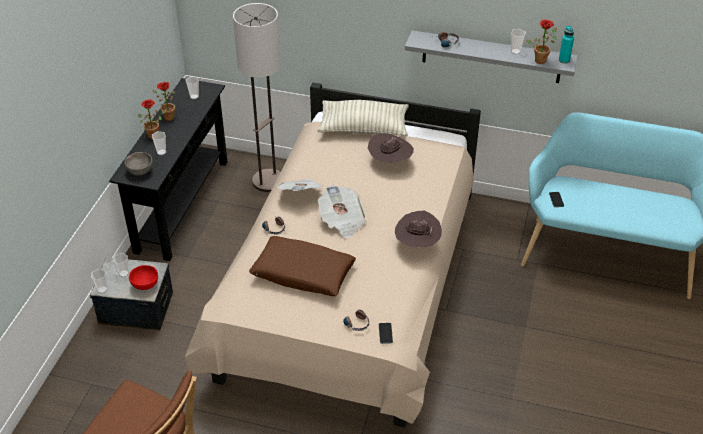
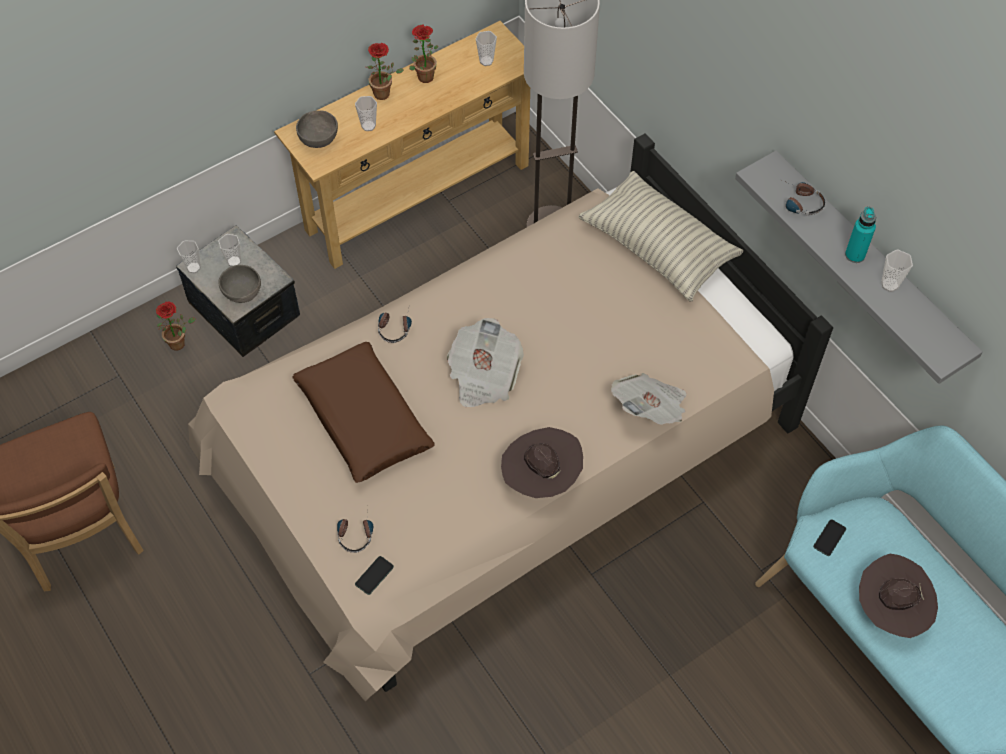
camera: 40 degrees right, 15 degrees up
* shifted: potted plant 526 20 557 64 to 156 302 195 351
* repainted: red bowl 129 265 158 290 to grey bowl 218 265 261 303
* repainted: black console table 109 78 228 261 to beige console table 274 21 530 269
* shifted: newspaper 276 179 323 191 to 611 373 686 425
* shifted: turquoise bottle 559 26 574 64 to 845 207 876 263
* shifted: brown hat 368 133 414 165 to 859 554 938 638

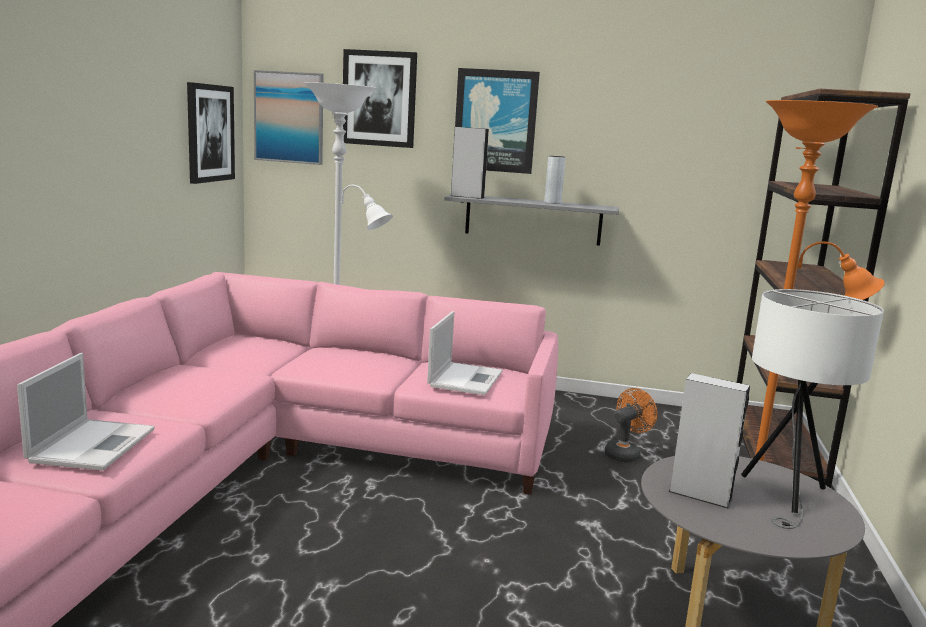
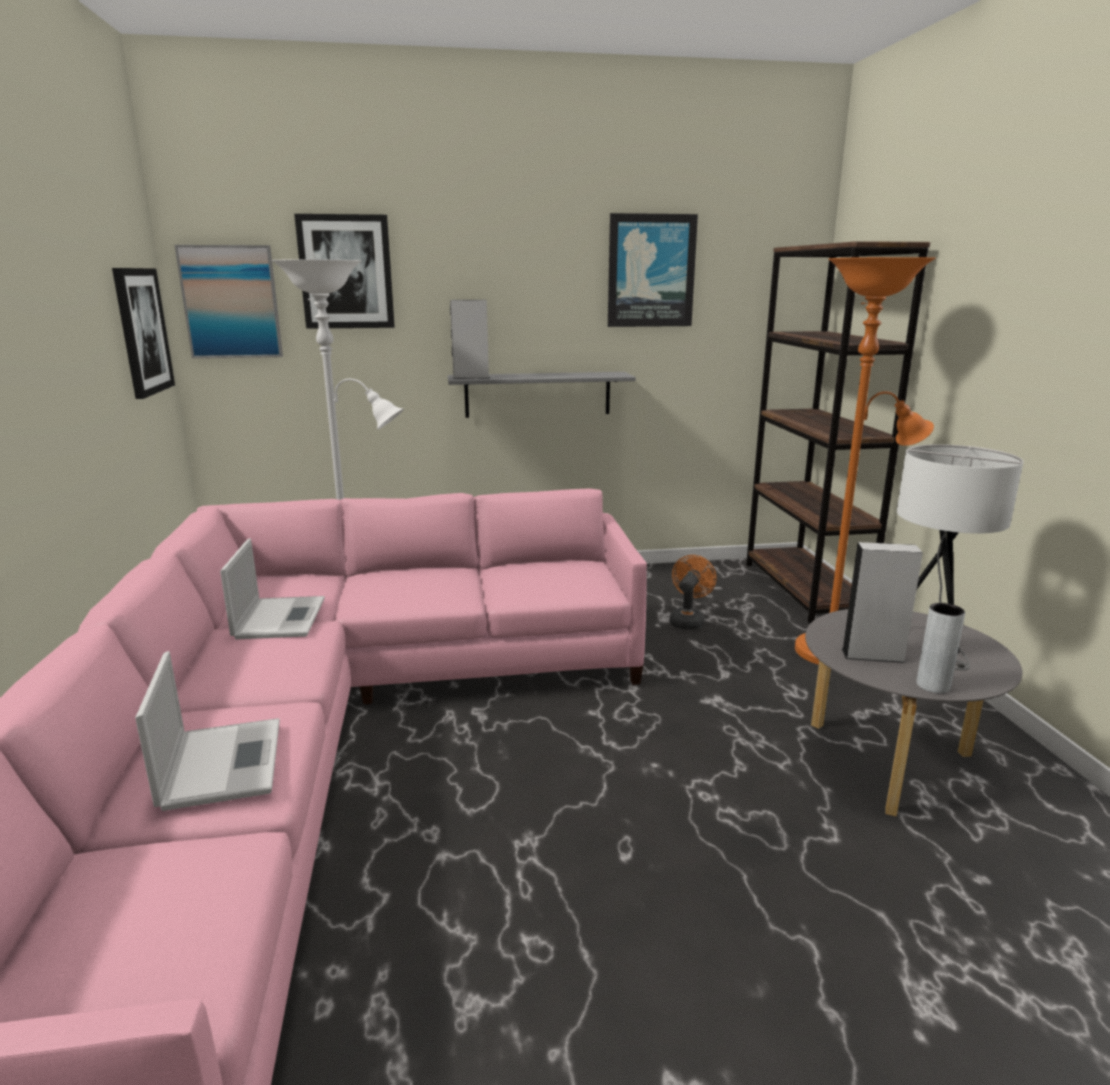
camera: 20 degrees left, 5 degrees up
* shifted: laptop 427 311 503 395 to 220 538 325 639
* shifted: picture 455 68 540 174 to 608 213 698 327
* shifted: grey vase 544 156 566 204 to 916 603 965 693

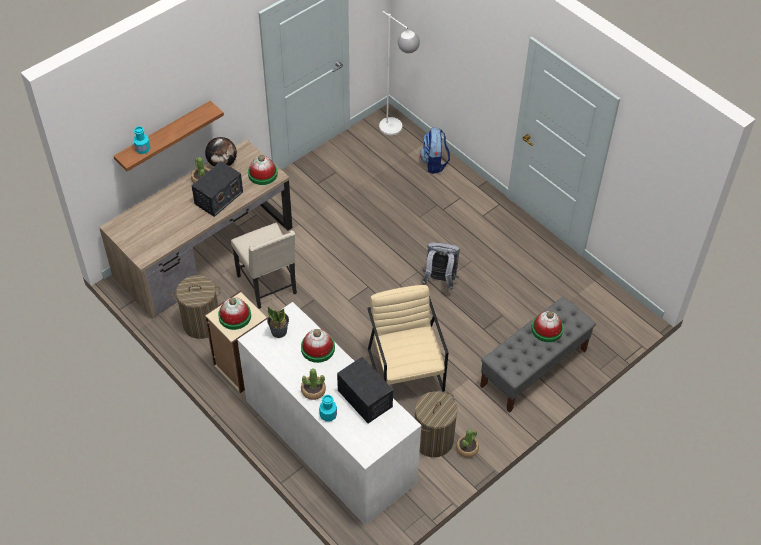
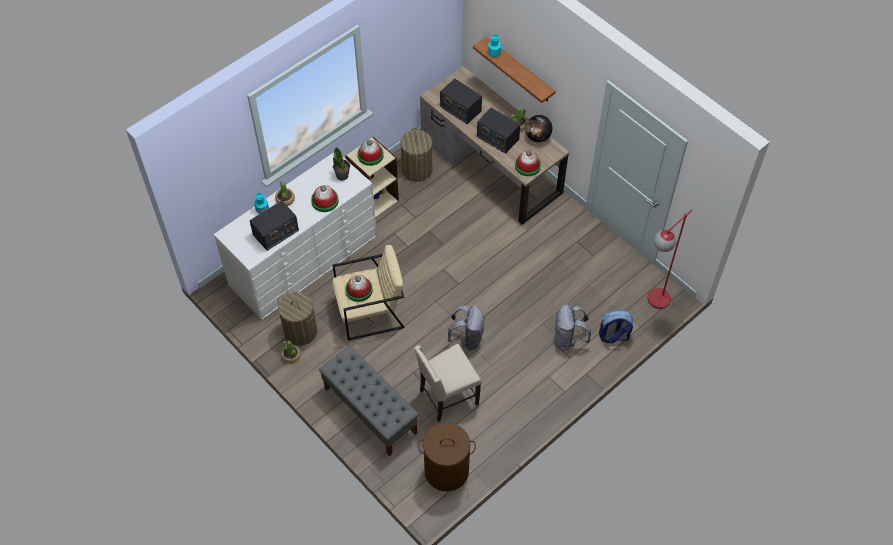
camera: 90 degrees right, 5 degrees up
* shifted: hat 531 311 564 342 to 345 275 373 302
* shifted: beige chair 231 223 297 309 to 414 344 481 422
* new: brown laundry basket 417 423 476 492
* new: radio 440 79 482 124
* new: grey backpack 554 304 591 350
* repainted: white floor lamp 379 11 420 135 to red floor lamp 647 210 692 309

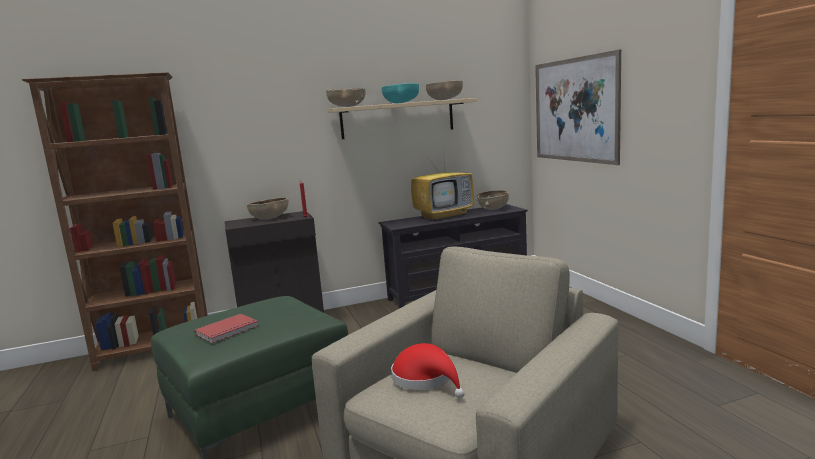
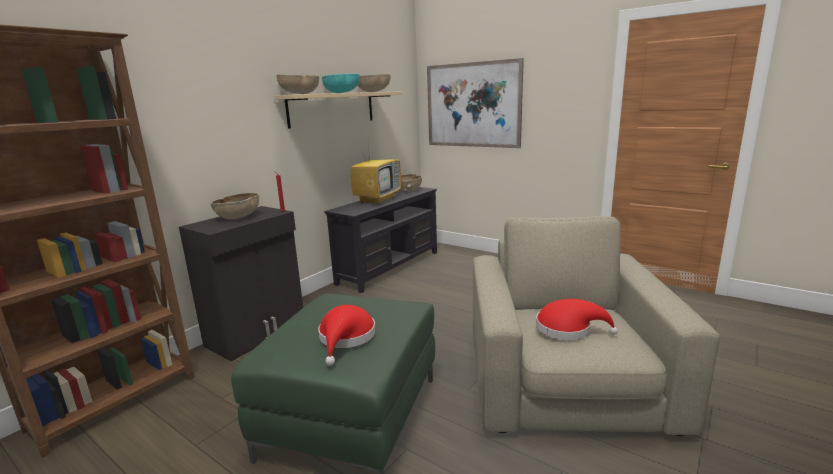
camera: 35 degrees left, 5 degrees up
* swapped: red book 195 314 259 343 to red hat 318 305 376 365

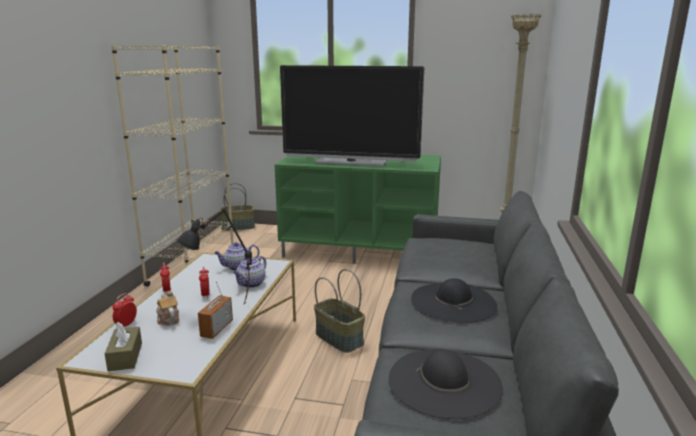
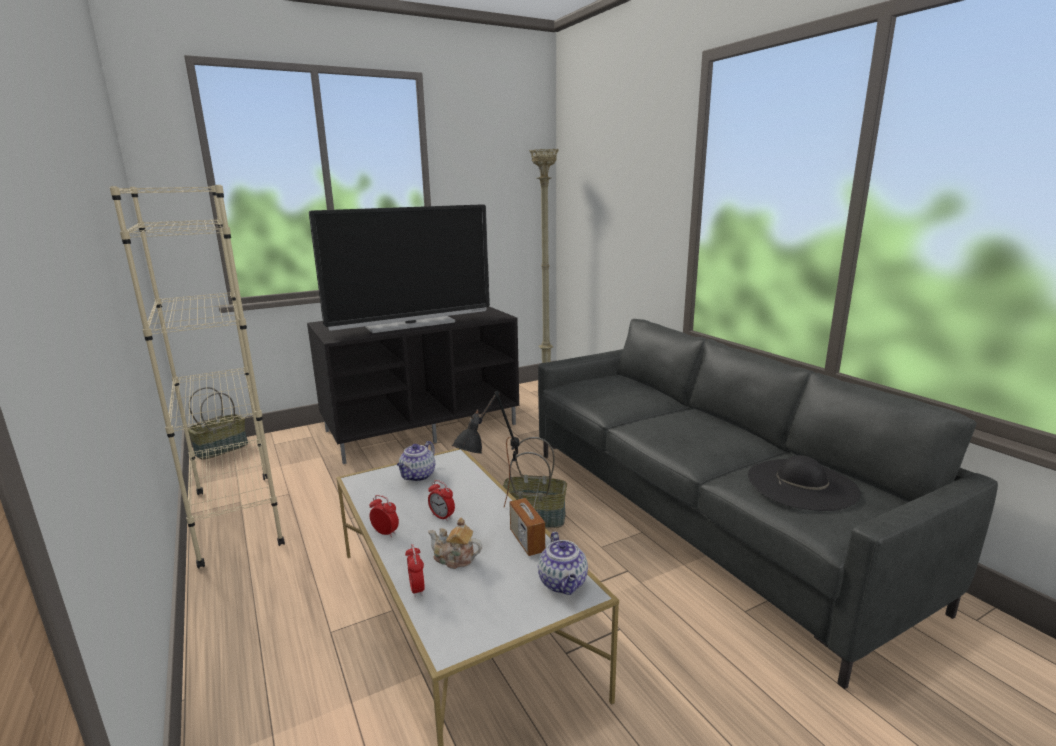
camera: 40 degrees left, 0 degrees up
* repainted: green tv stand 275 155 441 263 to black tv stand 307 306 519 464
* shifted: teapot 233 256 266 288 to 538 532 588 595
* gone: brown tissue box 105 322 142 371
* gone: black hat 411 278 497 323

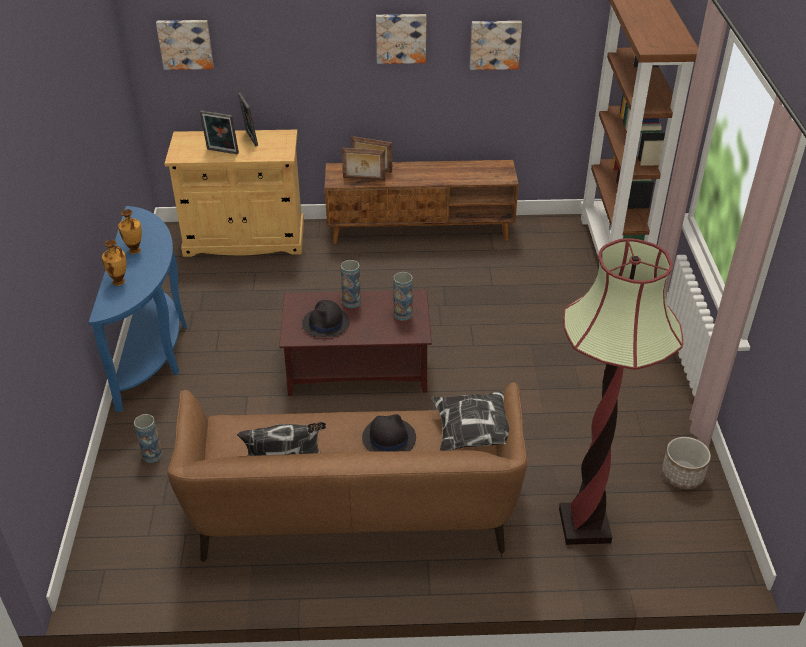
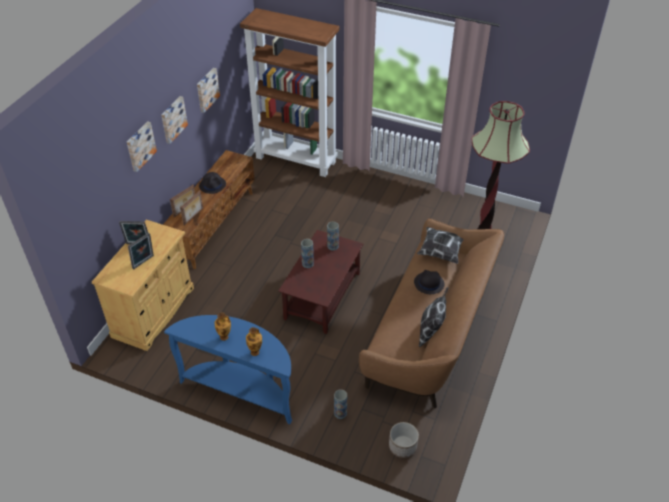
camera: 65 degrees left, 5 degrees up
* shifted: picture 156 20 214 70 to 127 121 157 172
* shifted: black hat 302 300 350 337 to 199 172 226 194
* shifted: planter 662 437 711 489 to 389 422 419 458

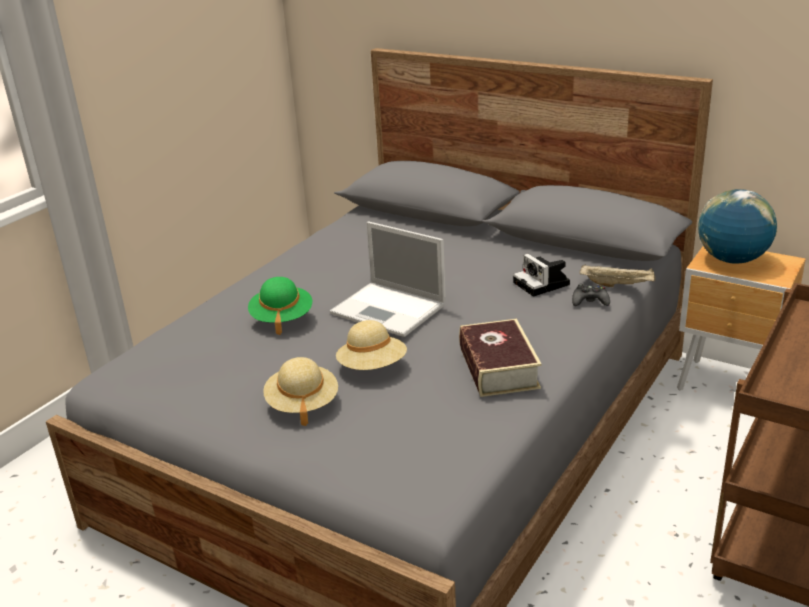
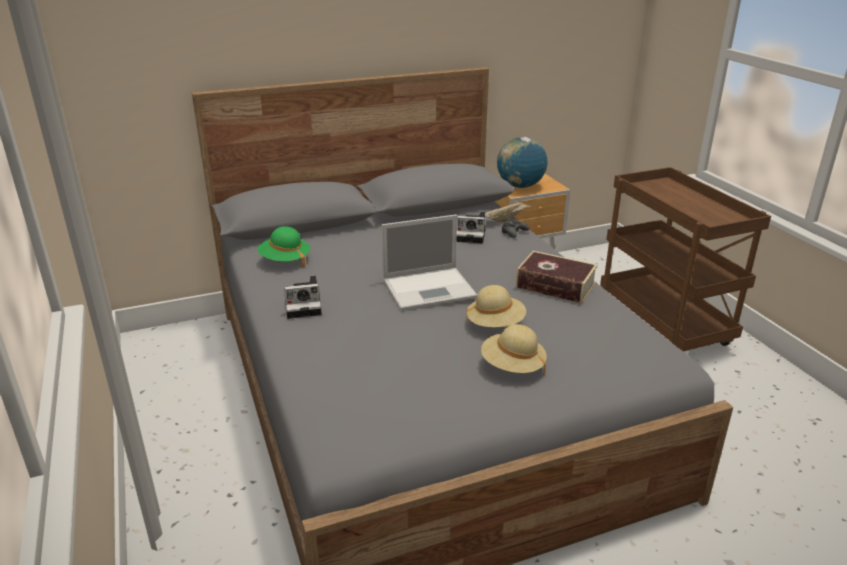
camera: 55 degrees left, 0 degrees up
* shifted: green hat 248 277 312 335 to 258 226 310 267
* new: photo camera 284 276 322 319

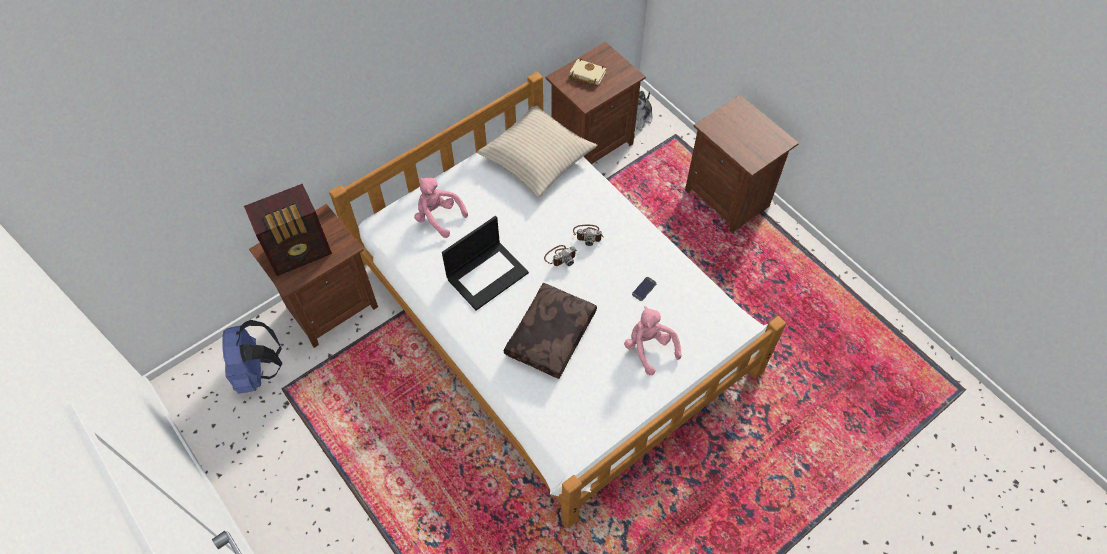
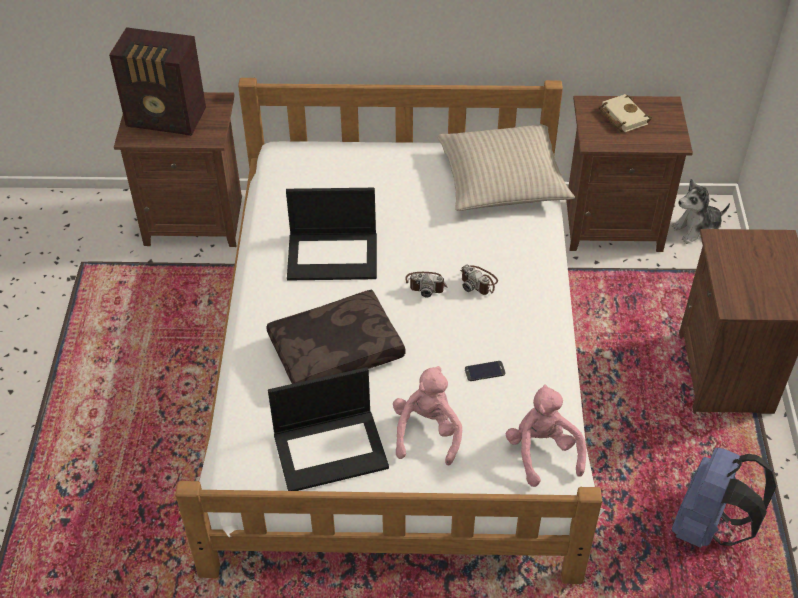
camera: 40 degrees right, 10 degrees down
* new: laptop 268 367 389 491
* shifted: pink plush toy 414 178 468 238 to 506 384 586 487
* shifted: blue backpack 222 320 282 394 to 672 448 776 548

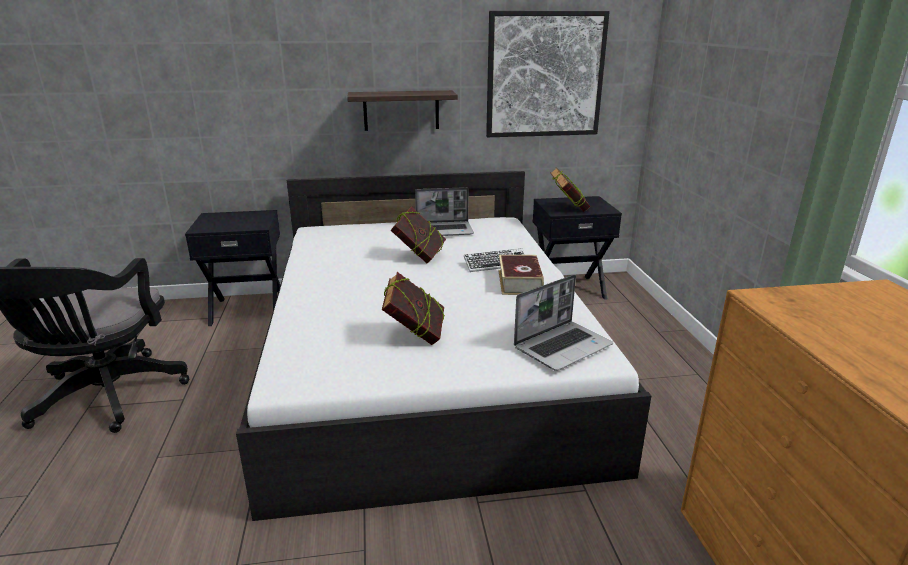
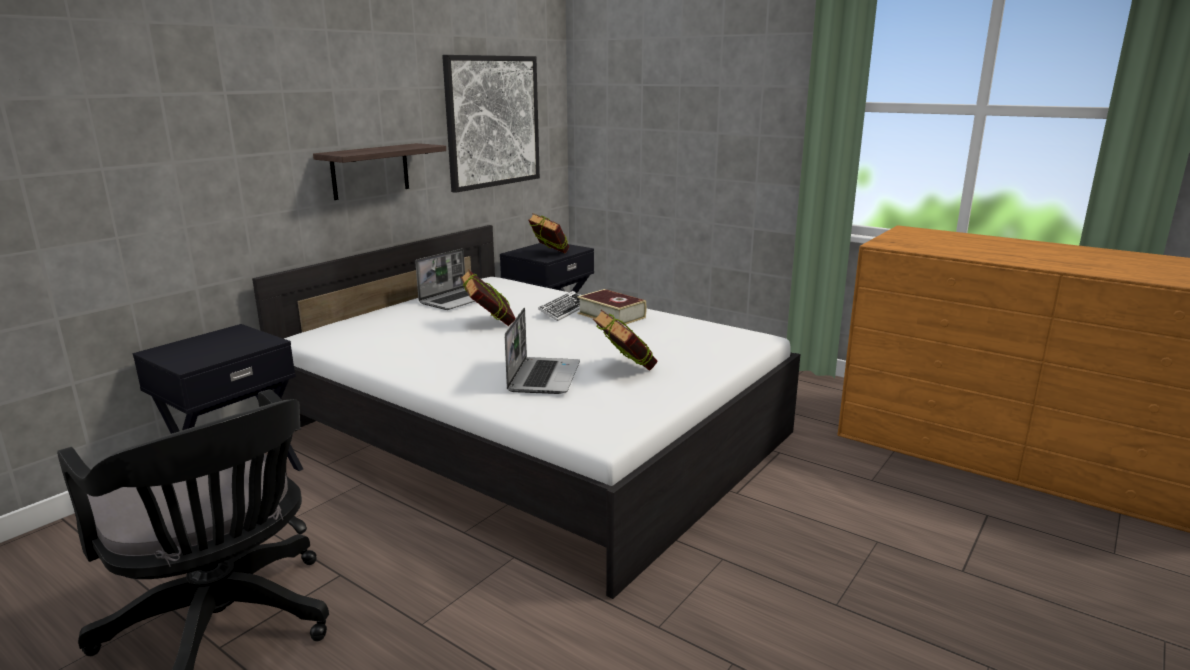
camera: 45 degrees left, 5 degrees down
* shifted: laptop 514 274 613 371 to 505 308 580 394

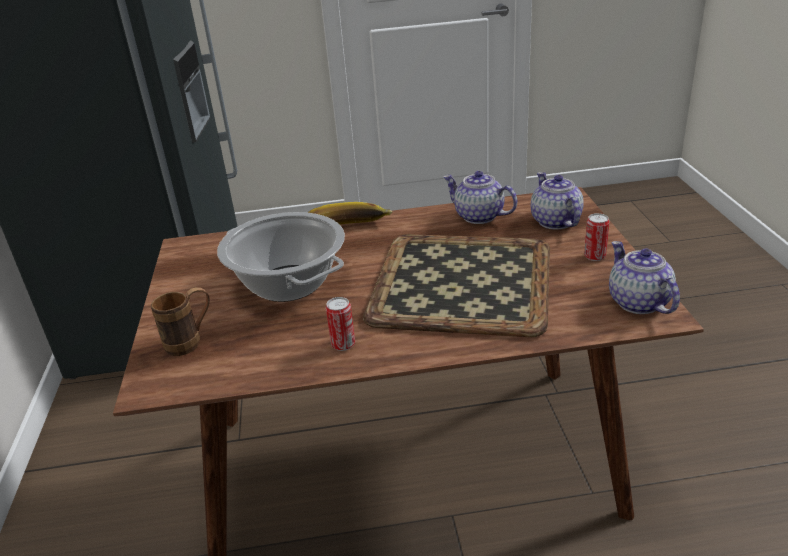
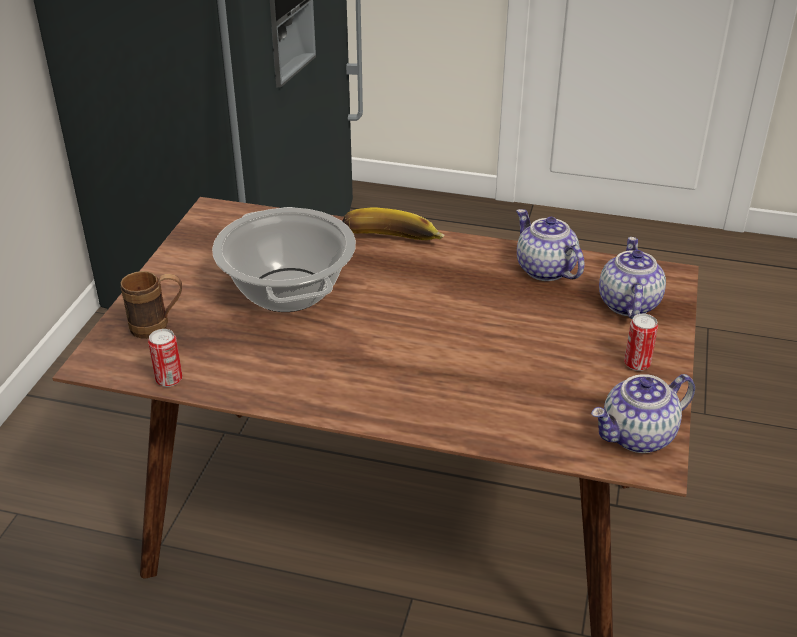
camera: 20 degrees right, 5 degrees up
* shifted: can 326 297 355 351 to 148 329 182 387
* rotated: teapot 609 241 680 314 = 591 374 695 453 120 degrees counterclockwise
* gone: tray 363 234 550 337

